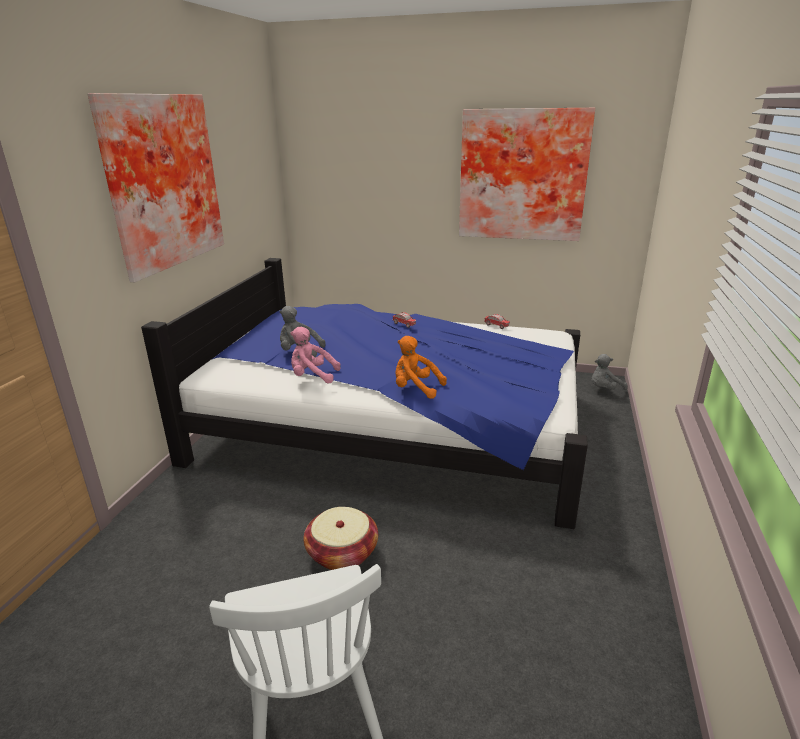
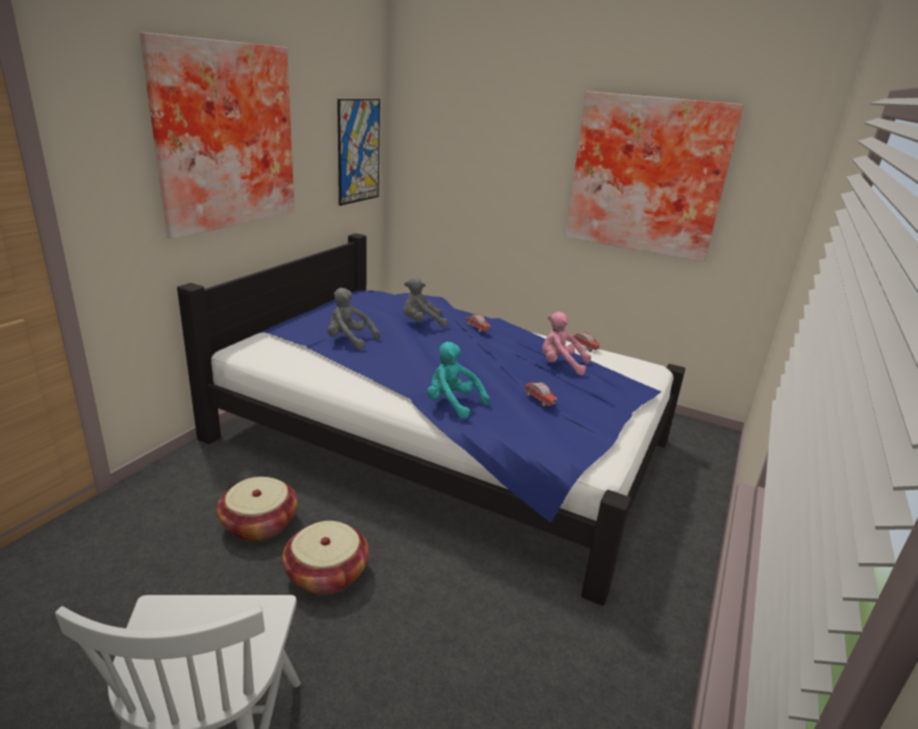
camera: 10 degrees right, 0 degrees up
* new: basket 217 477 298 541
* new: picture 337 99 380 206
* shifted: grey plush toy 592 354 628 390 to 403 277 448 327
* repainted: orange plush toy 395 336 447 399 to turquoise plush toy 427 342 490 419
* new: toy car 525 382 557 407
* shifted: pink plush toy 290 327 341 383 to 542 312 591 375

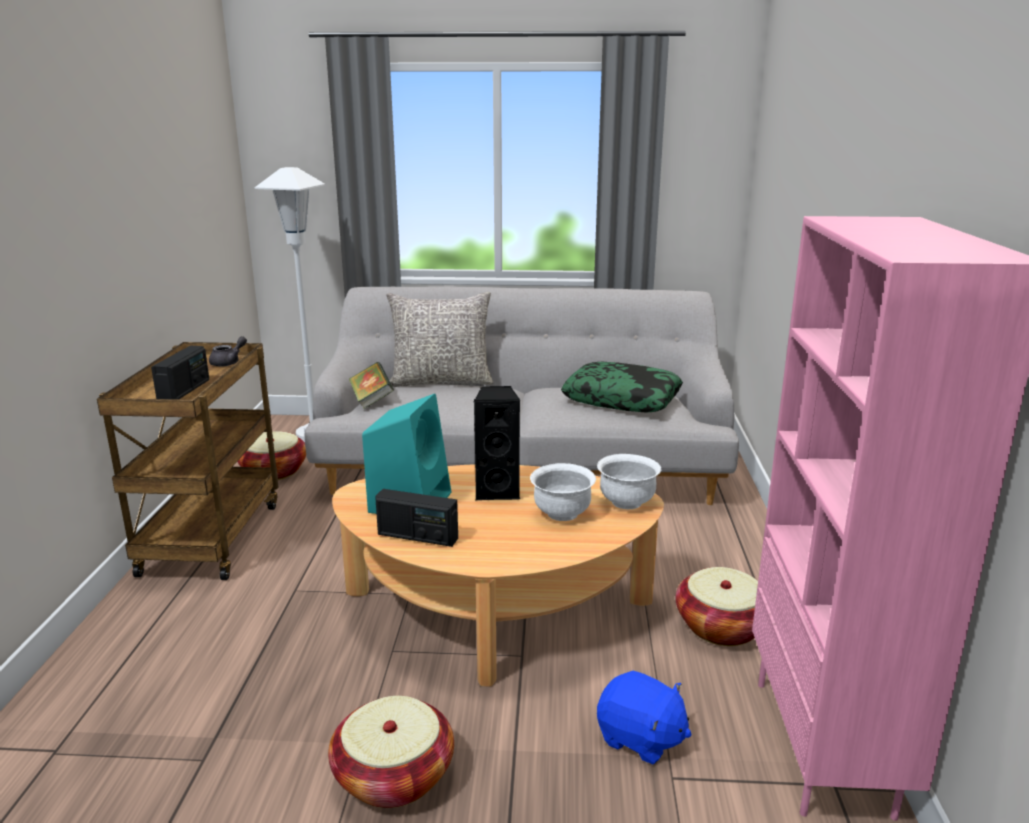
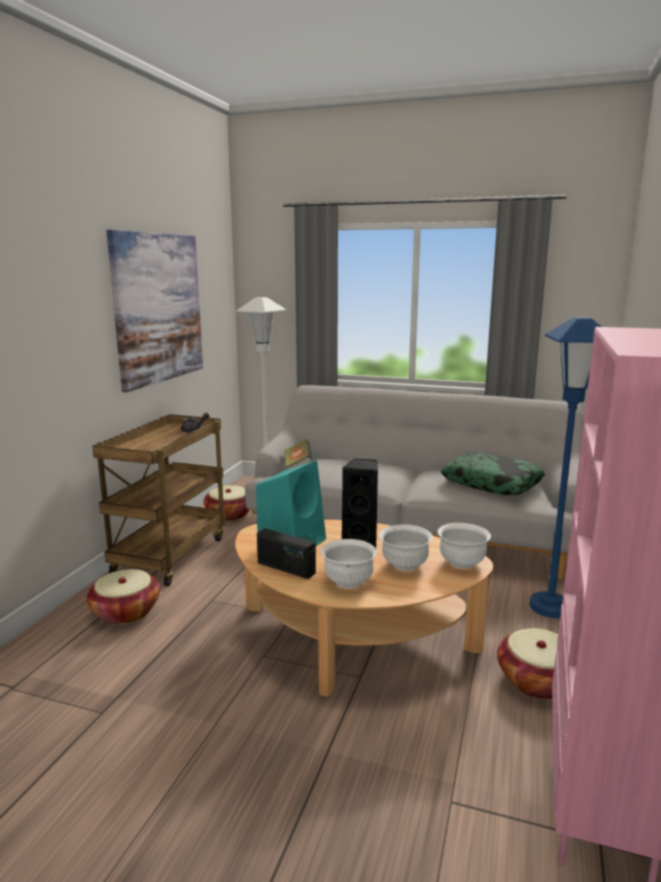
camera: 15 degrees right, 5 degrees down
* shifted: basket 328 696 454 808 to 87 569 160 624
* new: picture 106 230 203 392
* new: white bowl 321 539 377 589
* new: blue floor lamp 530 317 602 618
* gone: radio 151 346 209 400
* gone: grey pillow 386 292 493 387
* gone: blue plush toy 597 671 691 764

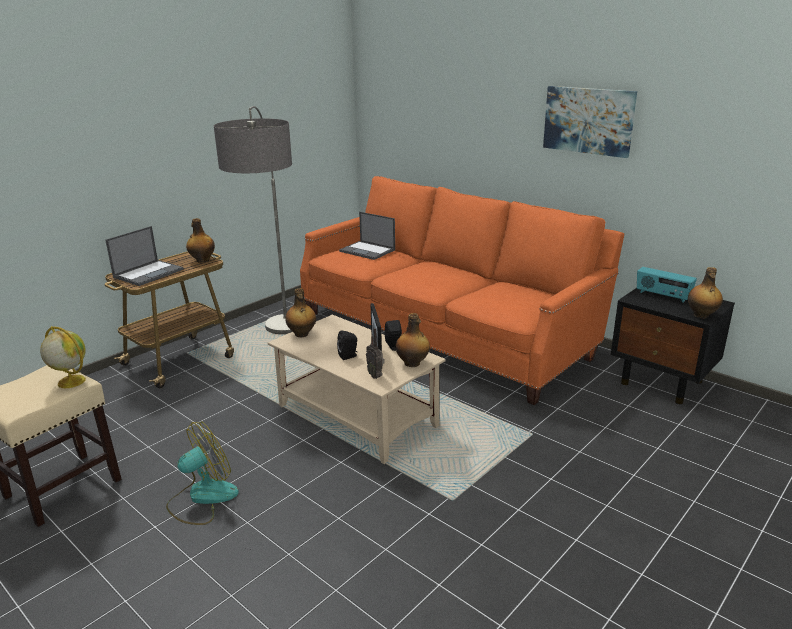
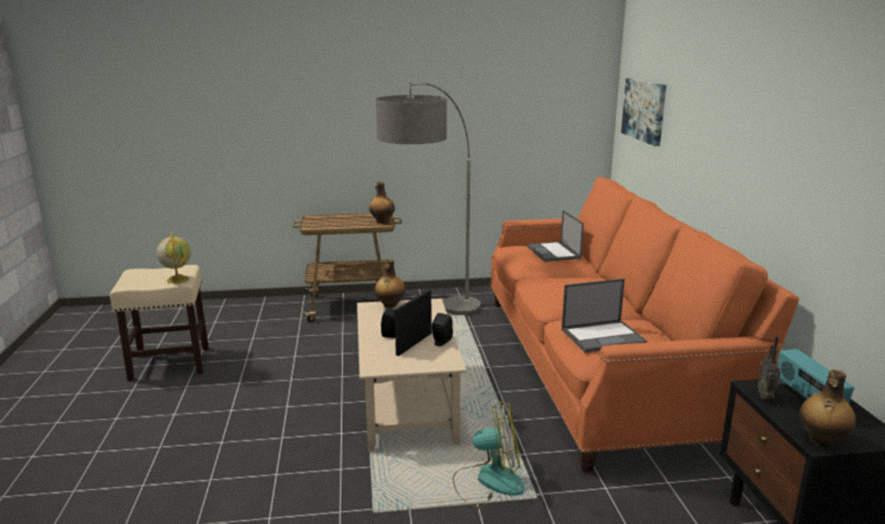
camera: 40 degrees right, 5 degrees down
* shifted: fan 166 421 239 525 to 453 401 525 509
* shifted: laptop 105 226 184 286 to 562 279 647 353
* shifted: picture 543 86 637 158 to 621 78 666 146
* shifted: radio 366 328 385 379 to 758 336 782 400
* gone: bottle 396 313 430 367

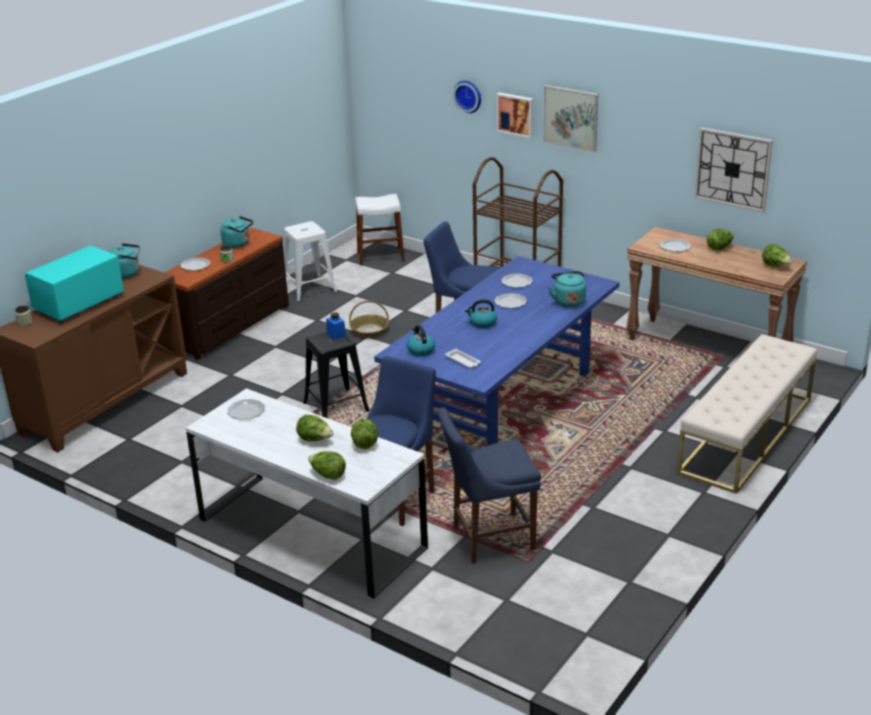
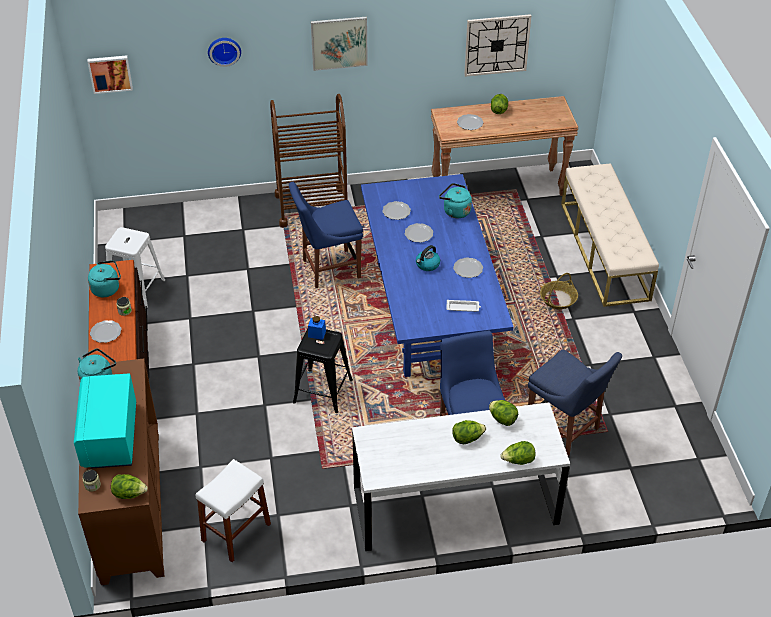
camera: 45 degrees left, 15 degrees up
* shifted: picture 497 93 533 138 to 87 55 133 94
* shifted: lettuce 762 244 792 267 to 111 474 148 499
* shifted: white stool 355 194 405 265 to 196 459 271 562
* shifted: plate 227 399 265 419 to 453 257 483 278
* rotated: blue chair 438 407 541 564 = 528 349 622 456 75 degrees counterclockwise
* shifted: basket 349 301 389 338 to 540 273 578 309
* gone: kettle 407 325 435 356

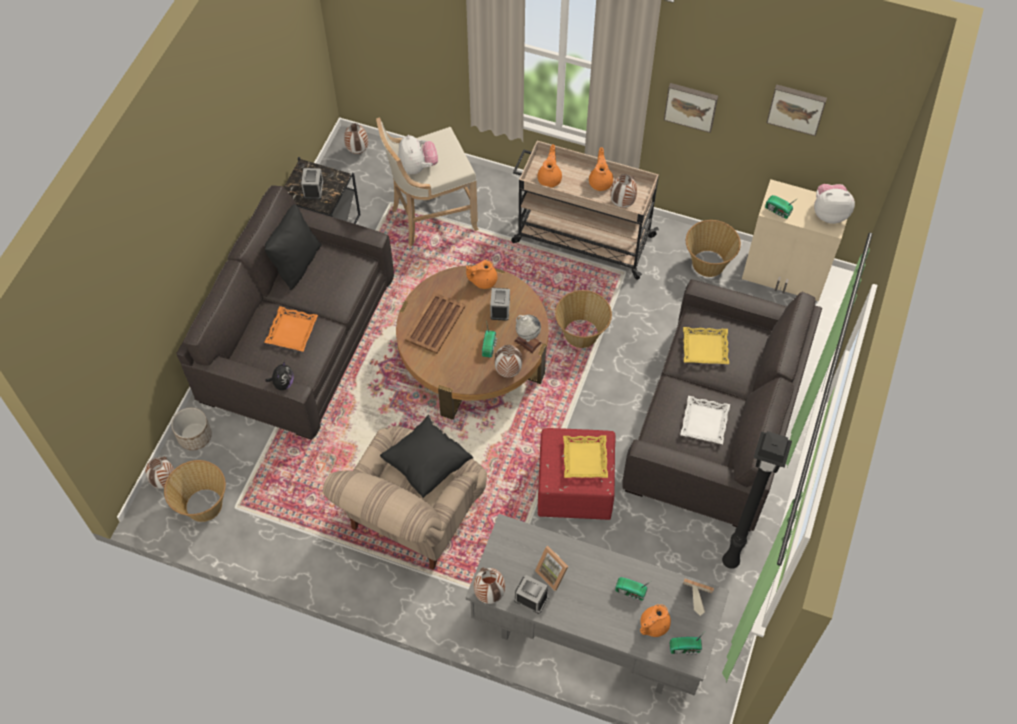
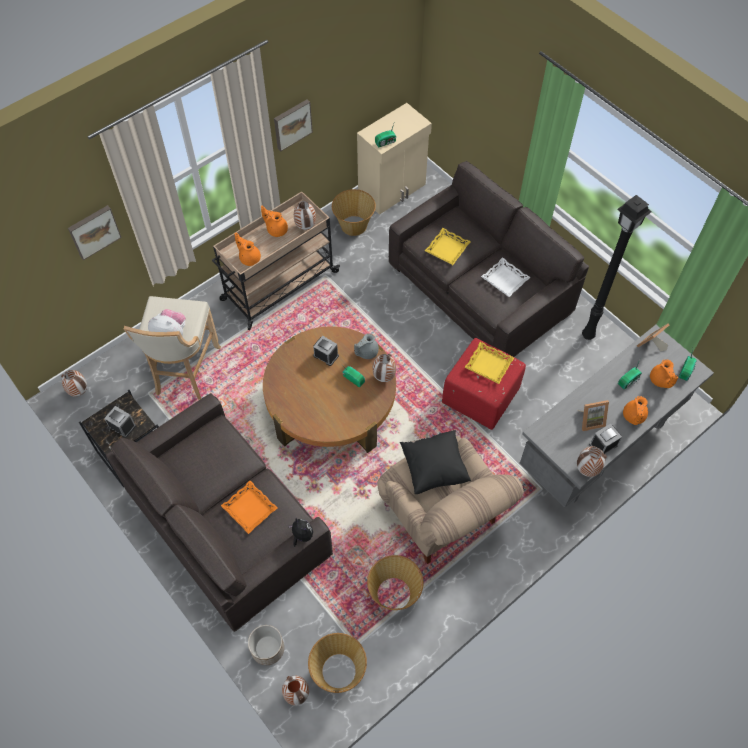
camera: 60 degrees left, 0 degrees up
* shifted: picture 767 84 827 136 to 68 205 122 260
* swapped: globe 514 315 542 353 to grey teapot 354 333 379 359
* shifted: basket 555 290 612 348 to 367 555 424 610
* shifted: orange teapot 466 260 497 289 to 623 396 648 425
* gone: black pillow 265 204 322 290
* gone: brown tray 405 292 465 354
* gone: plush toy 814 184 855 224

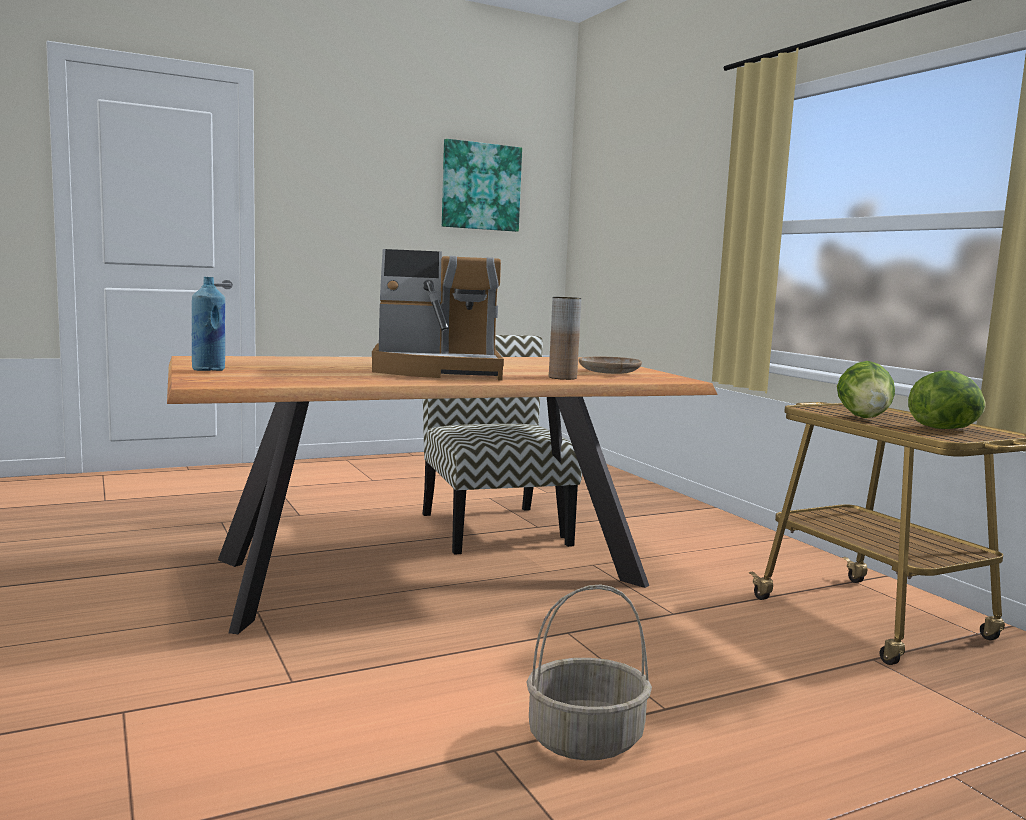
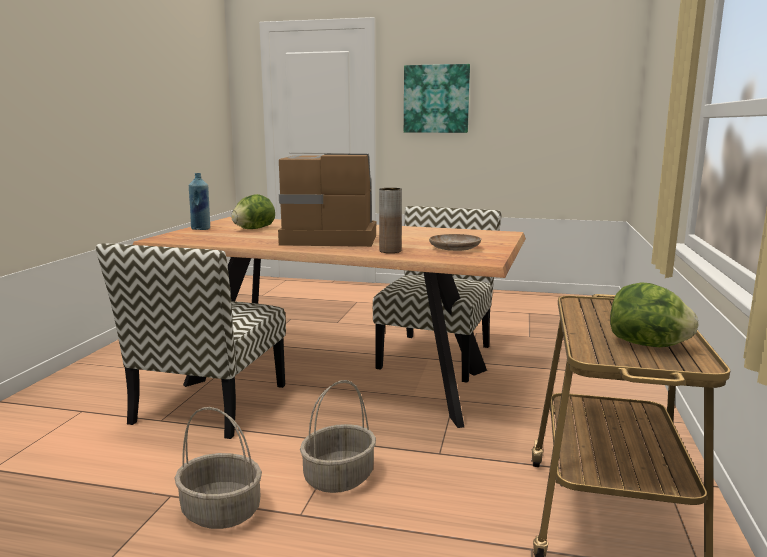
camera: 40 degrees right, 5 degrees up
* new: chair 96 243 286 439
* shifted: lettuce 837 361 895 418 to 231 194 275 229
* rotated: coffee machine 372 249 504 380 = 278 154 377 247 150 degrees clockwise
* new: basket 300 380 376 493
* shifted: picture 442 139 522 232 to 404 64 470 133

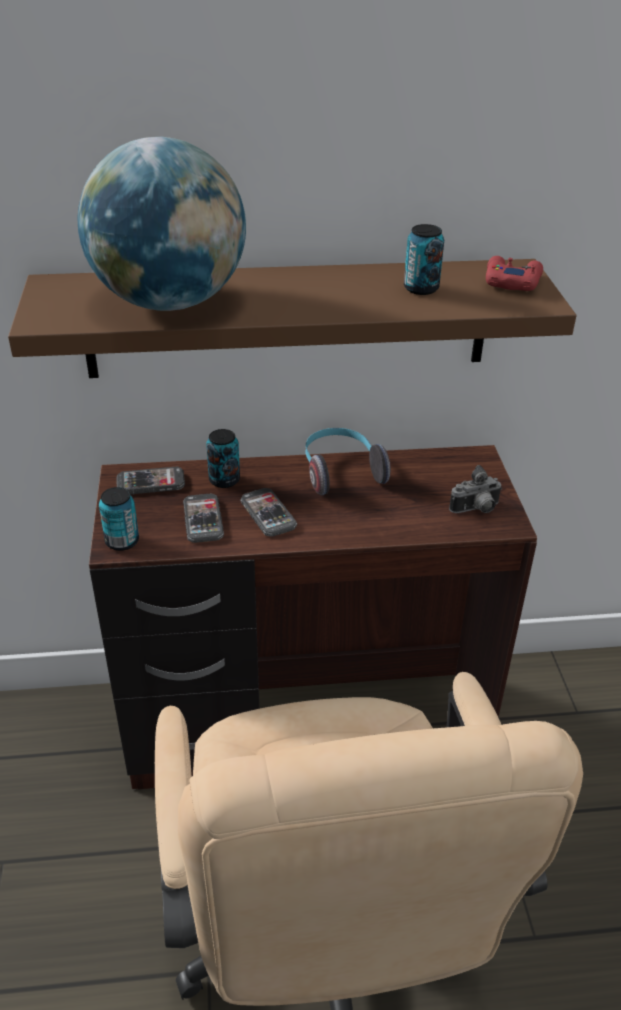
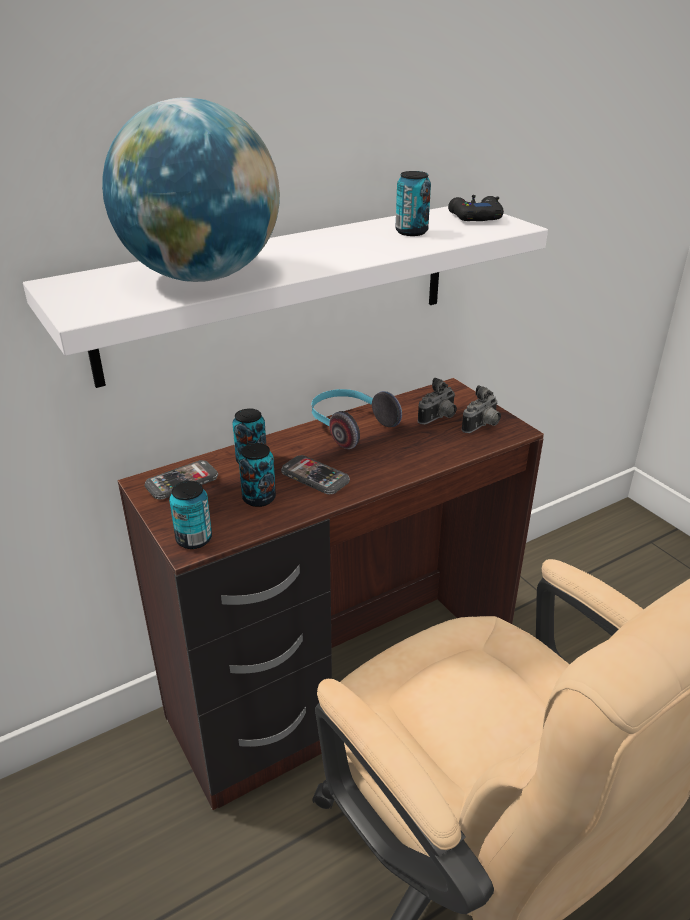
camera: 25 degrees left, 5 degrees down
* repainted: brown shelf 8 259 576 378 to white shelf 23 206 548 388
* swapped: phone 183 494 224 543 to can 239 443 276 507
* new: photo camera 418 378 457 424
* repainted: red game controller 486 256 543 291 to black game controller 448 195 504 221

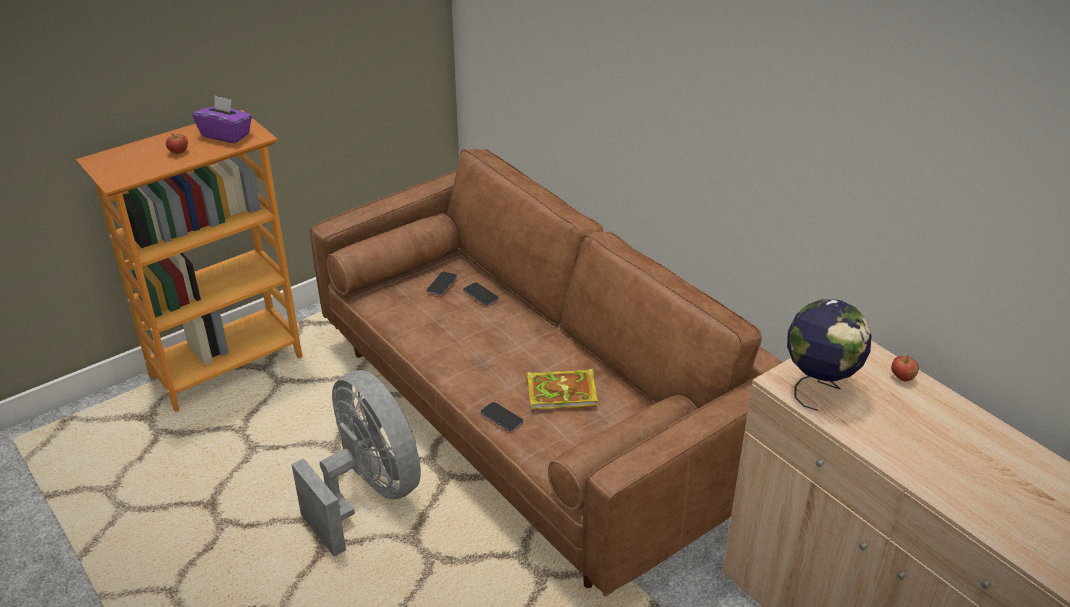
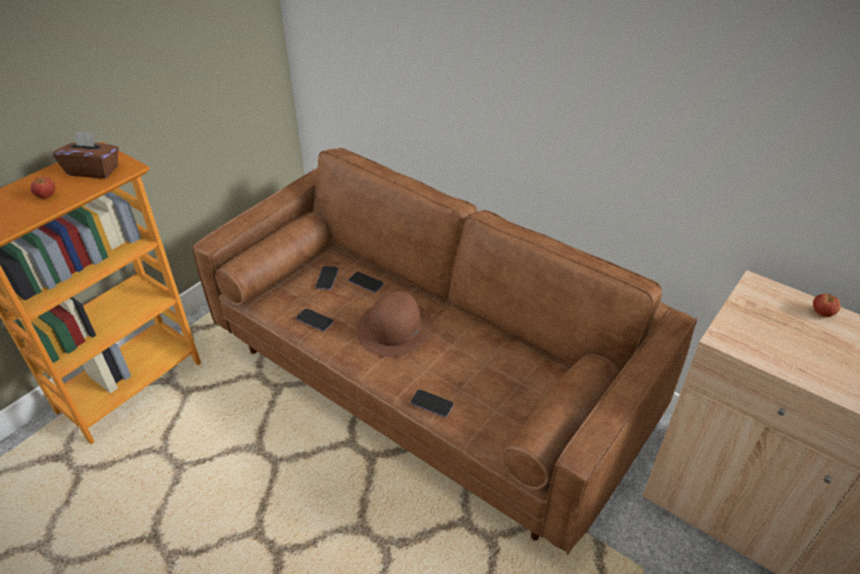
camera: 15 degrees left, 5 degrees up
* repainted: purple tissue box 192 96 252 143 to brown tissue box 53 131 119 178
* new: phone 296 308 334 331
* new: brown hat 357 291 433 357
* gone: grey fan 291 370 421 557
* gone: book 526 368 598 410
* gone: globe 787 299 871 411

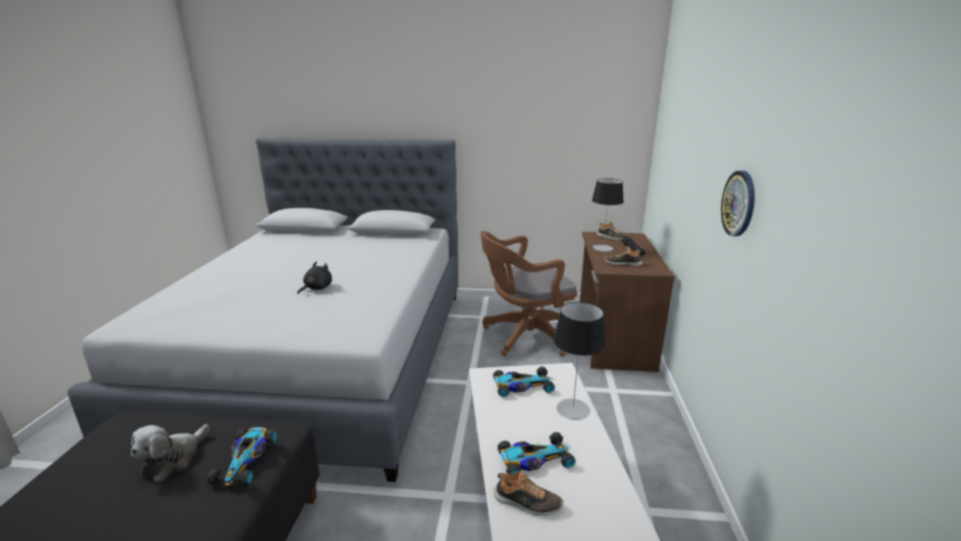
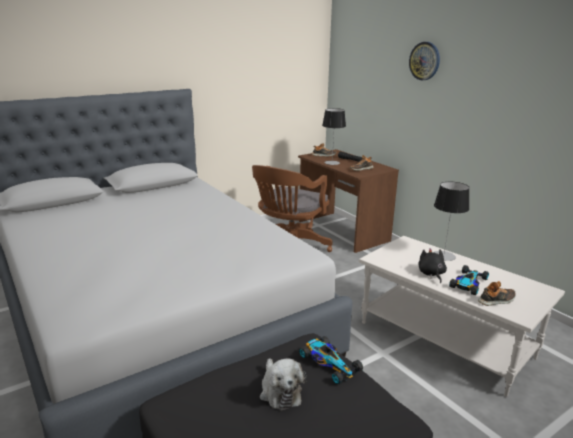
camera: 40 degrees left, 0 degrees up
* shifted: wall clock 721 171 755 236 to 409 42 440 80
* shifted: black plush toy 297 262 332 294 to 418 248 447 283
* gone: toy car 493 367 555 397

